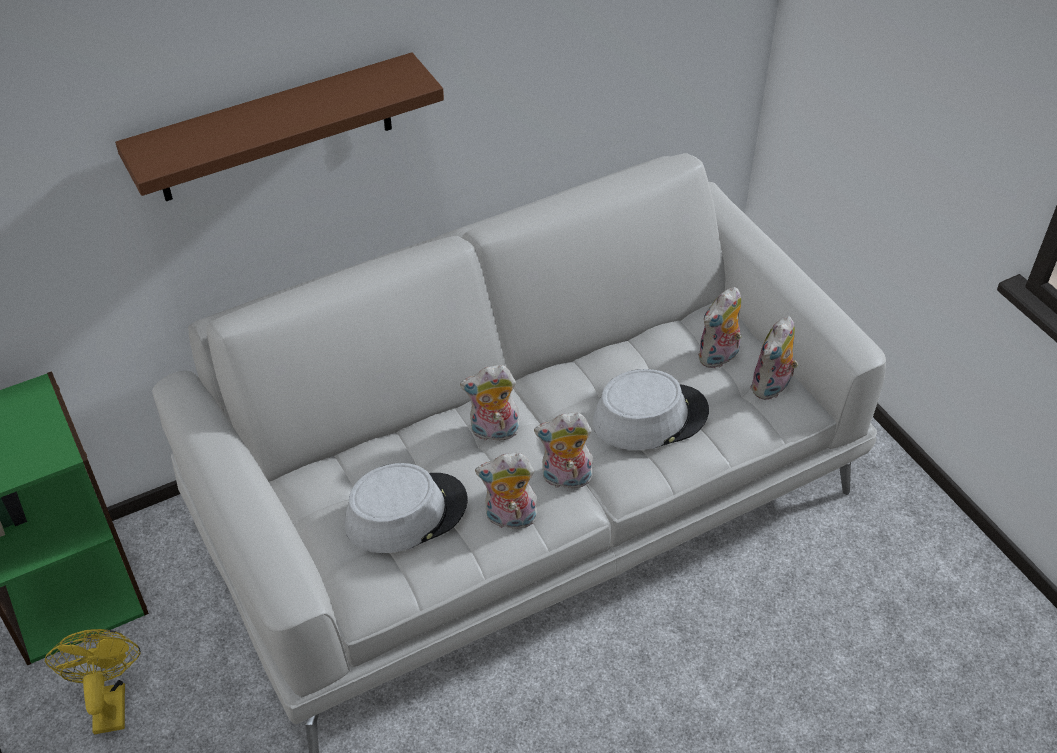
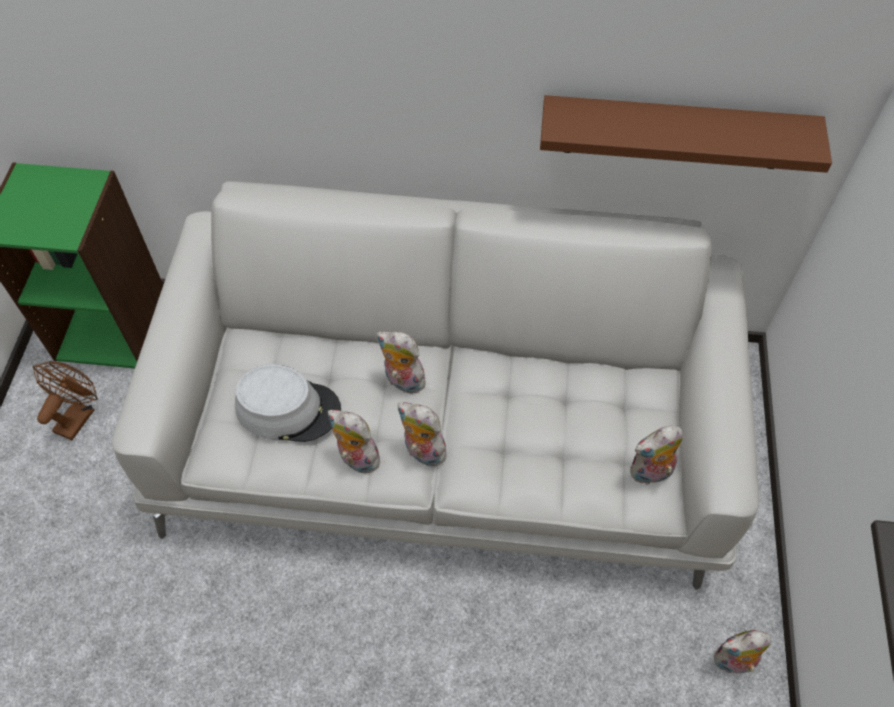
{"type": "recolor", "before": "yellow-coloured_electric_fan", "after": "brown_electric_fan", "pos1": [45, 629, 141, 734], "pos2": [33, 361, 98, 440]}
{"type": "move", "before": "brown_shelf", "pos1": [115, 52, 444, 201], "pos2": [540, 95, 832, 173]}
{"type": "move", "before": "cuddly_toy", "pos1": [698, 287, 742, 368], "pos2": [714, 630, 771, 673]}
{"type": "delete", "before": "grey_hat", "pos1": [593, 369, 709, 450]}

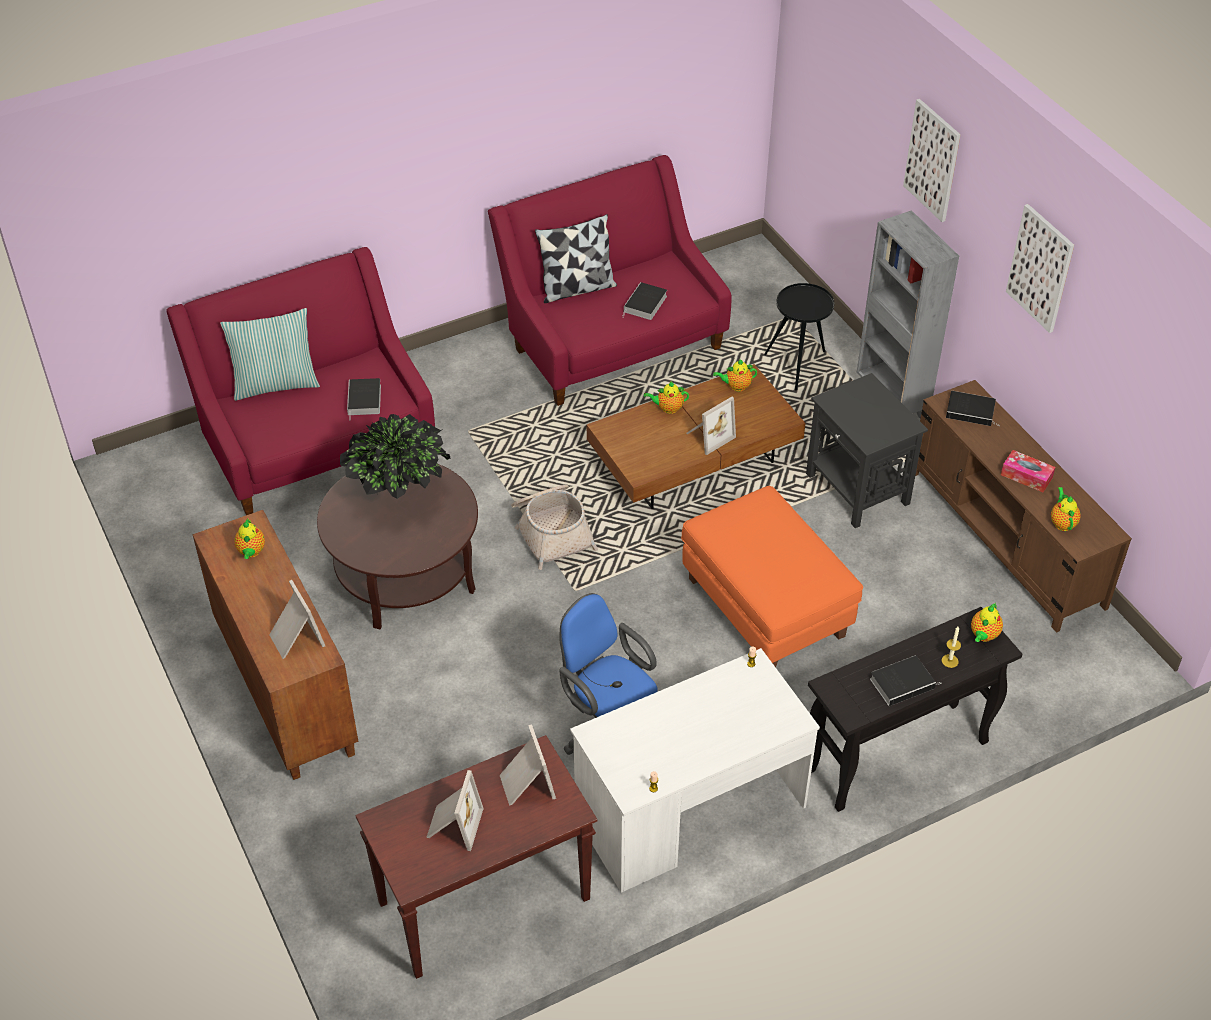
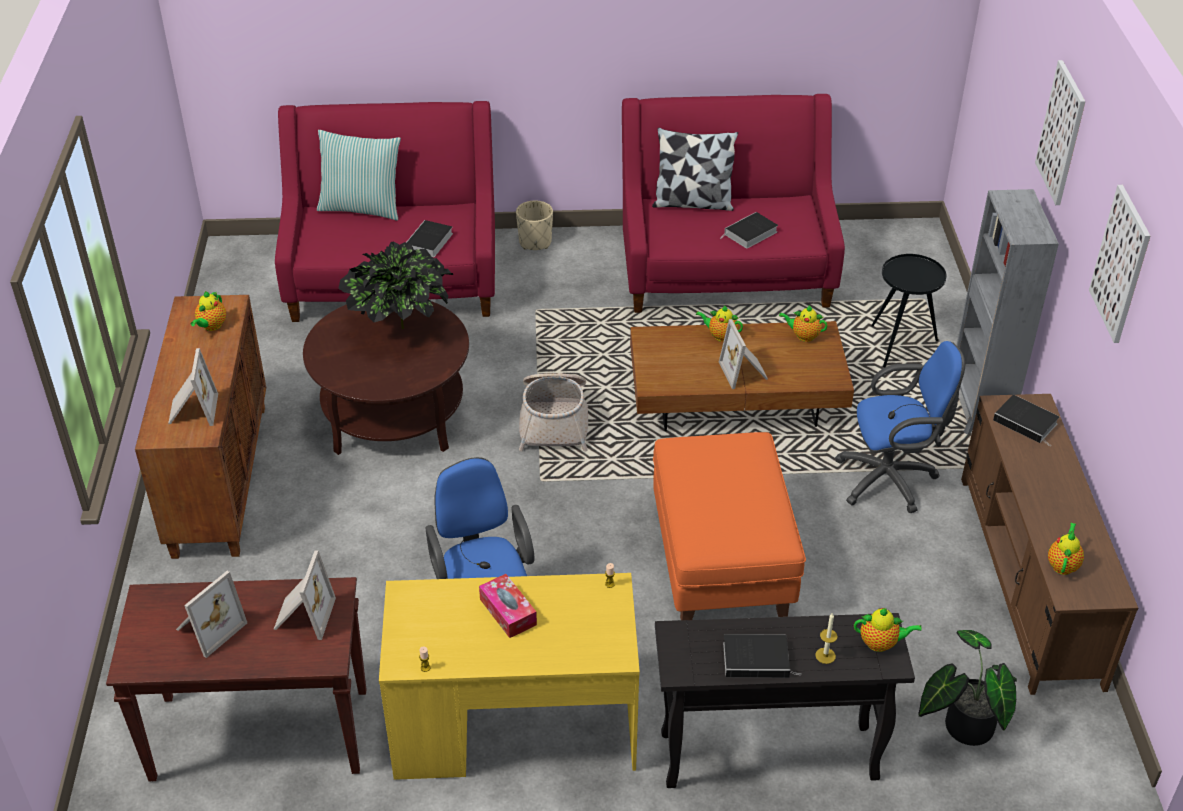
{"type": "recolor", "before": "white-coloured_desk_unit", "after": "yellow-coloured_desk_unit", "pos1": [570, 648, 820, 893], "pos2": [379, 573, 640, 780]}
{"type": "move", "before": "box_of_tissues", "pos1": [1001, 450, 1055, 492], "pos2": [479, 574, 537, 638]}
{"type": "insert", "after": "sand-coloured_planter", "pos2": [516, 201, 553, 250]}
{"type": "rotate", "before": "picture_frame", "pos1": [686, 397, 736, 455], "pos2": [719, 319, 768, 389], "turn": 90}
{"type": "replace", "before": "black_accent_table", "after": "bluish_computer_chair", "pos1": [806, 373, 928, 528], "pos2": [835, 341, 965, 513]}
{"type": "rotate", "before": "teapot", "pos1": [971, 602, 1003, 642], "pos2": [854, 608, 922, 652], "turn": -135}
{"type": "insert", "after": "houseplant", "pos2": [918, 630, 1017, 746]}

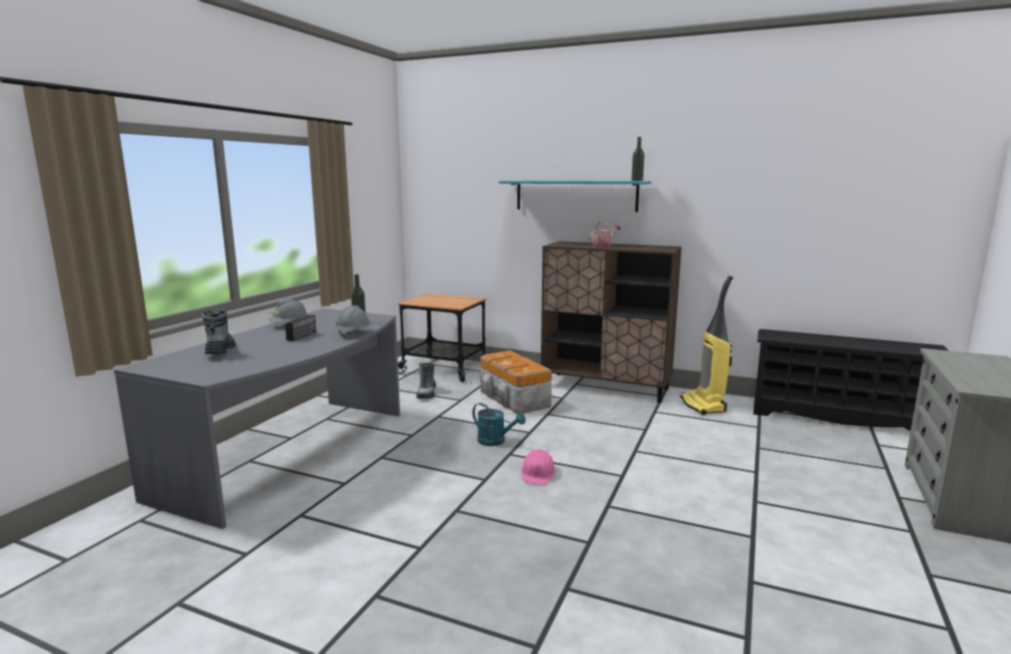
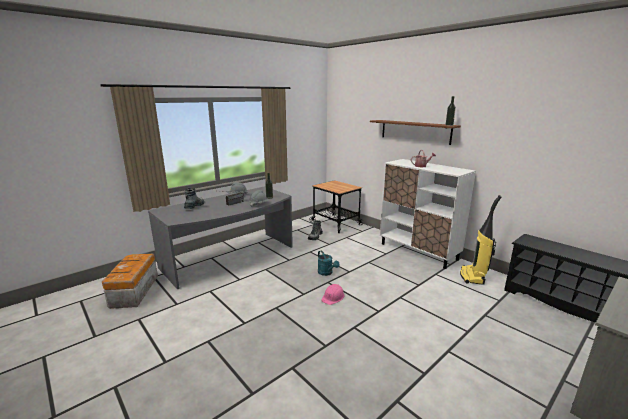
{"type": "move", "before": "storage_bin", "pos1": [480, 351, 552, 414], "pos2": [102, 254, 158, 309]}
{"type": "recolor", "before": "turquoise_shelf", "after": "brown_shelf", "pos1": [499, 181, 651, 212], "pos2": [370, 120, 461, 145]}
{"type": "recolor", "before": "brown_cupboard", "after": "white-coloured_cupboard", "pos1": [541, 241, 682, 403], "pos2": [380, 159, 476, 269]}

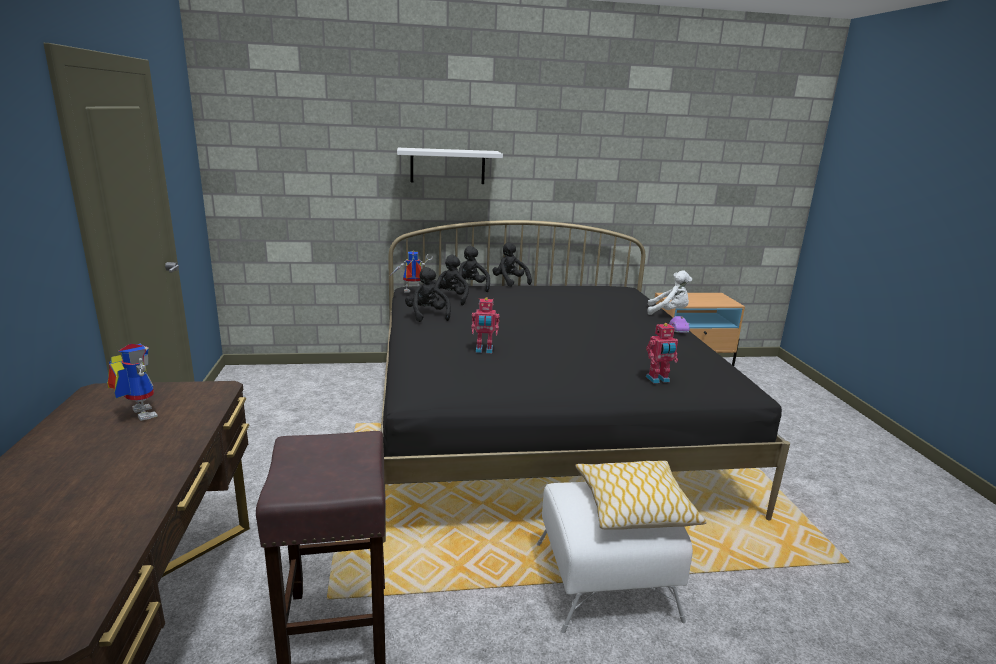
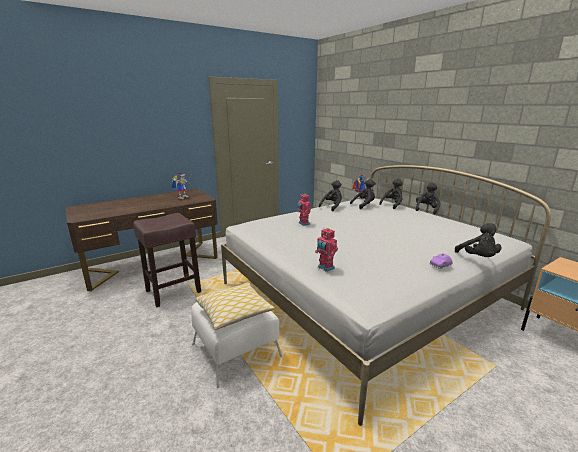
{"type": "recolor", "before": "black_bedroom_bed", "after": "white-coloured_bedroom_bed", "pos1": [381, 220, 790, 543], "pos2": [221, 165, 551, 426]}
{"type": "recolor", "before": "white-coloured_cuddly_toy", "after": "black_cuddly_toy", "pos1": [647, 271, 692, 315], "pos2": [455, 223, 502, 257]}
{"type": "delete", "before": "white-coloured_shelf", "pos1": [397, 148, 503, 184]}

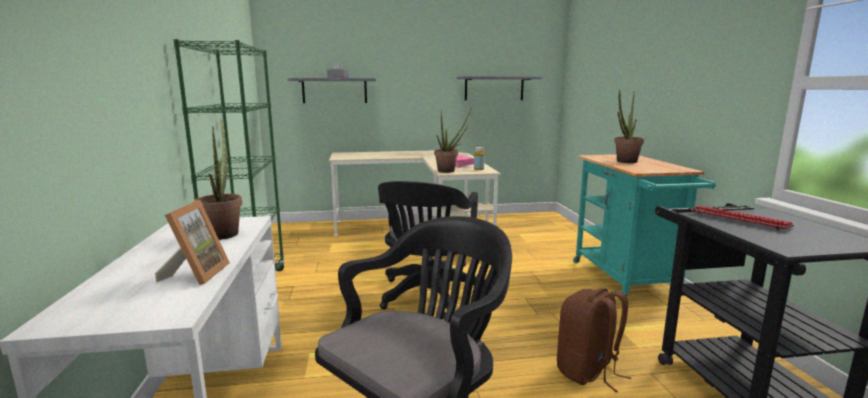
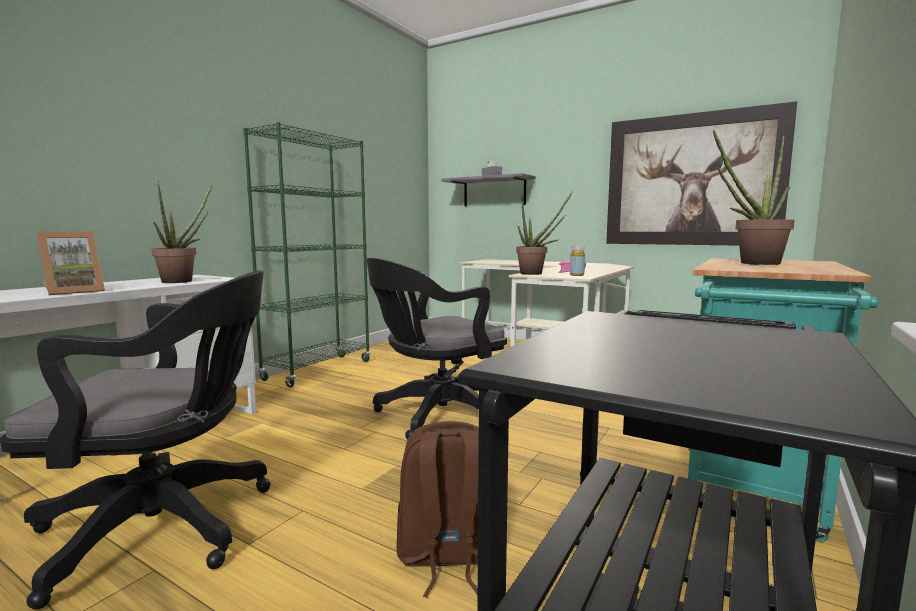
{"type": "replace", "before": "grey_shelf", "after": "picture", "pos1": [457, 76, 542, 101], "pos2": [606, 101, 797, 246]}
{"type": "delete", "before": "computer_keyboard", "pos1": [691, 206, 794, 230]}

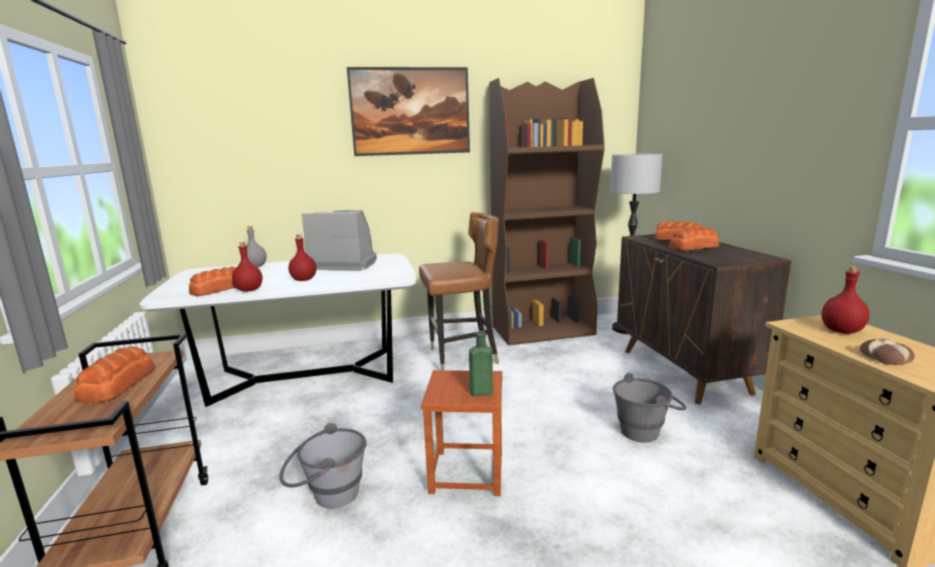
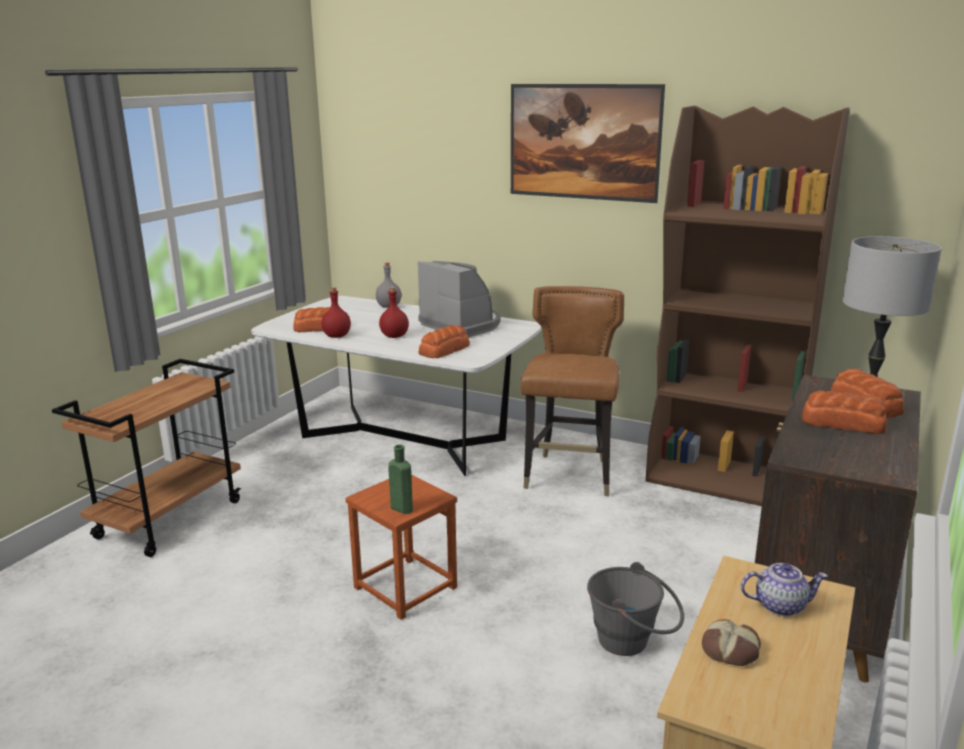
{"type": "move", "before": "baked_bread", "pos1": [74, 346, 155, 403], "pos2": [418, 325, 470, 358]}
{"type": "rotate", "before": "brown_upright_chair", "pos1": [419, 212, 499, 370], "pos2": [521, 286, 624, 497], "turn": -105}
{"type": "replace", "before": "red-coloured_bottle", "after": "teapot", "pos1": [822, 266, 869, 334], "pos2": [741, 563, 828, 616]}
{"type": "delete", "before": "grey_bucket", "pos1": [279, 423, 366, 508]}

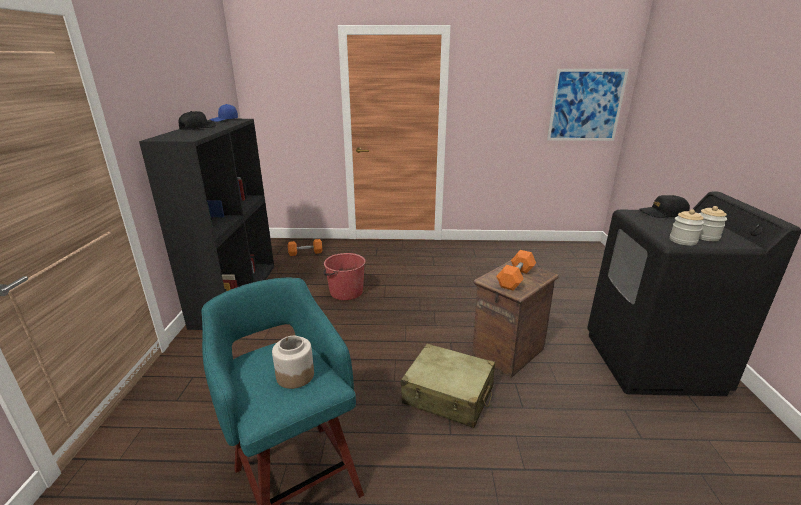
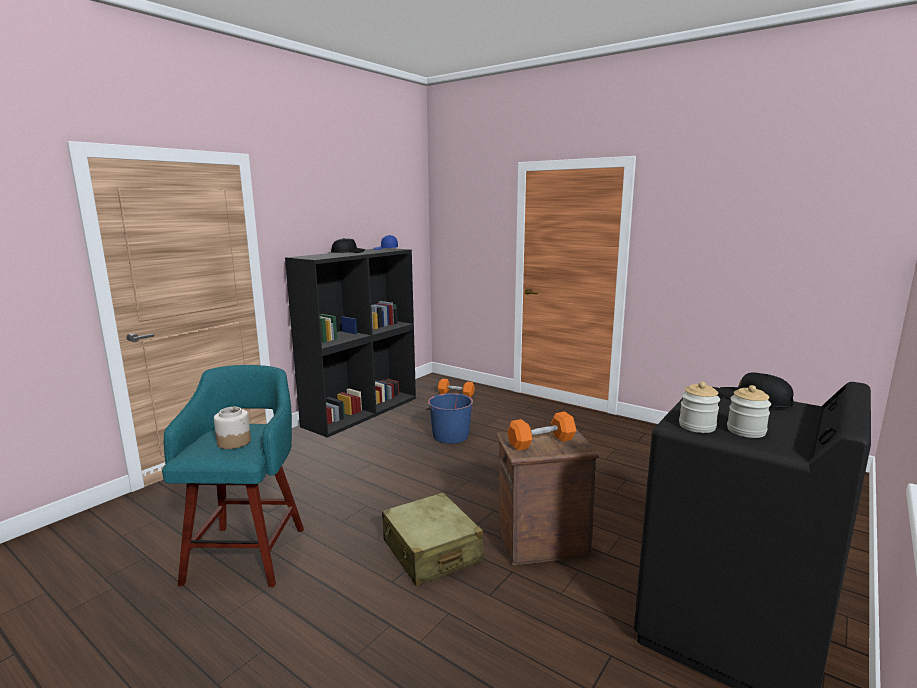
{"type": "recolor", "before": "red-coloured_bucket", "after": "bluish_bucket", "pos1": [324, 253, 366, 300], "pos2": [426, 393, 473, 444]}
{"type": "delete", "before": "picture", "pos1": [547, 69, 629, 141]}

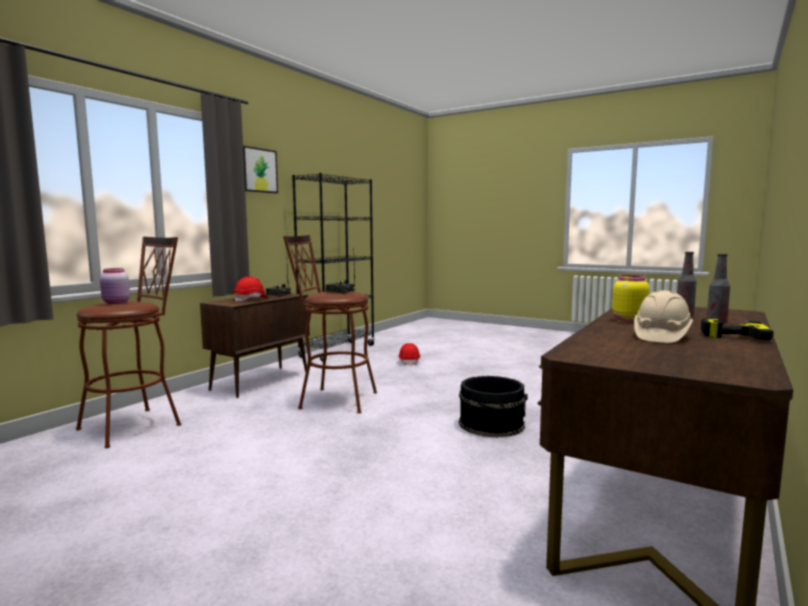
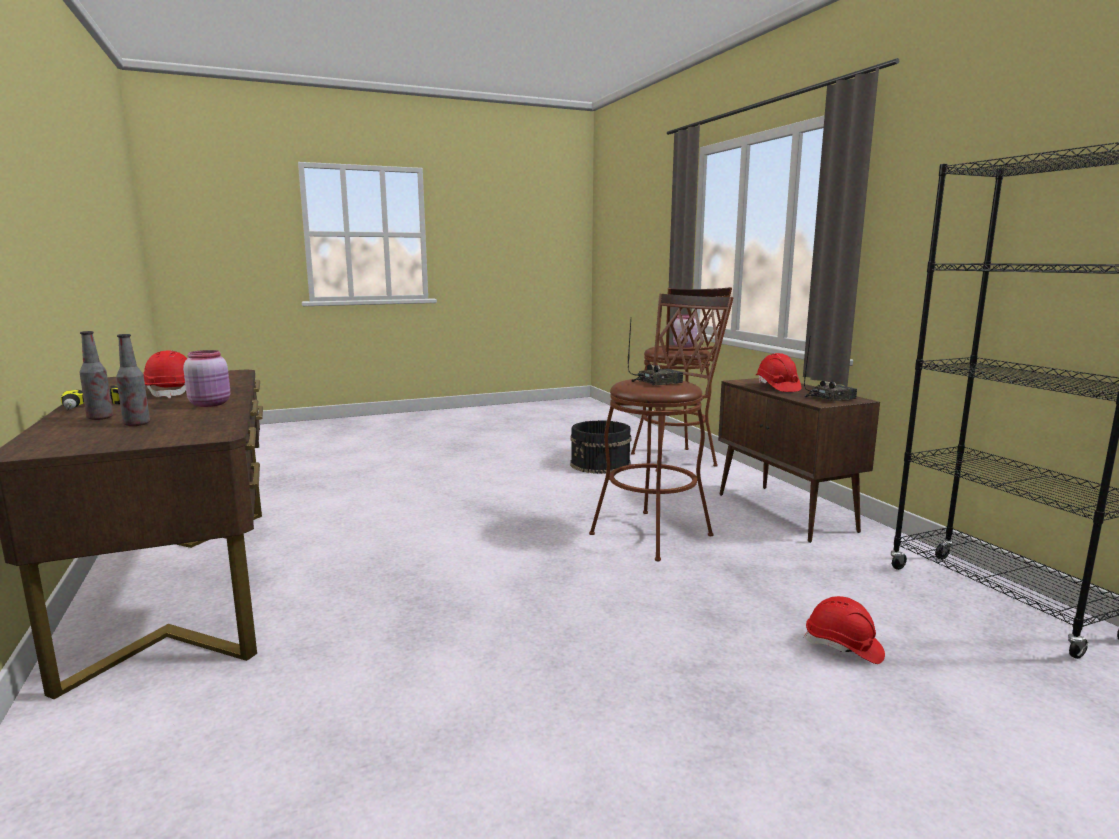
{"type": "recolor", "before": "sand-coloured_work_helmet", "after": "red-coloured_work_helmet", "pos1": [634, 291, 693, 343], "pos2": [143, 351, 187, 399]}
{"type": "recolor", "before": "yellow-coloured_preserve_jar", "after": "pink-coloured_preserve_jar", "pos1": [612, 275, 650, 322], "pos2": [183, 350, 230, 407]}
{"type": "move", "before": "black_bucket", "pos1": [459, 376, 527, 438], "pos2": [570, 420, 632, 474]}
{"type": "delete", "before": "picture", "pos1": [243, 146, 278, 193]}

